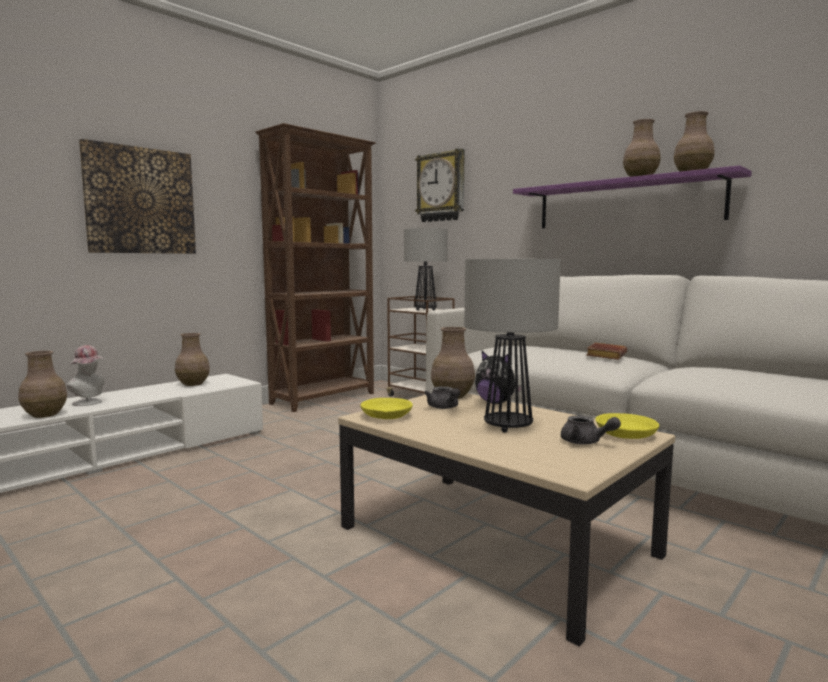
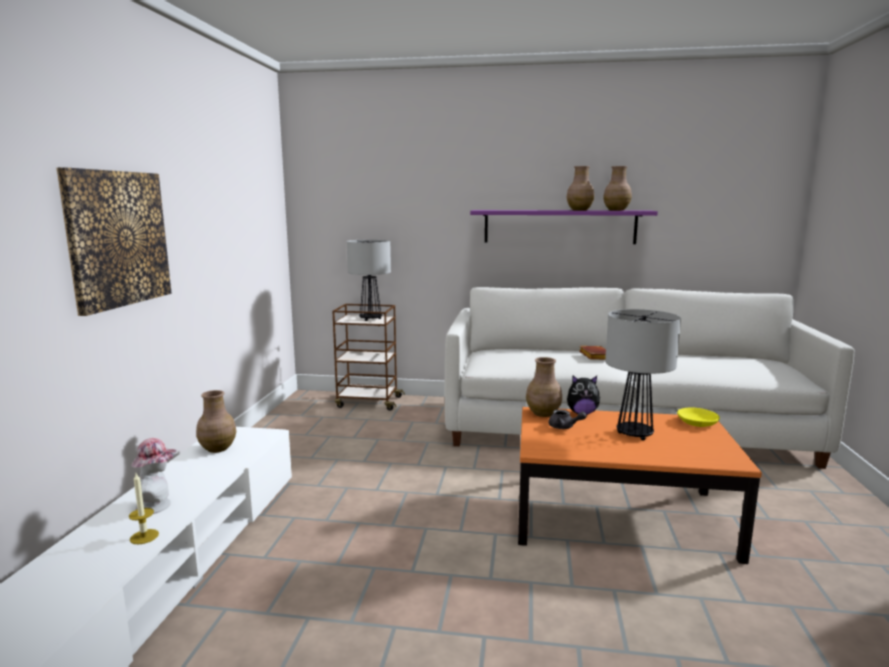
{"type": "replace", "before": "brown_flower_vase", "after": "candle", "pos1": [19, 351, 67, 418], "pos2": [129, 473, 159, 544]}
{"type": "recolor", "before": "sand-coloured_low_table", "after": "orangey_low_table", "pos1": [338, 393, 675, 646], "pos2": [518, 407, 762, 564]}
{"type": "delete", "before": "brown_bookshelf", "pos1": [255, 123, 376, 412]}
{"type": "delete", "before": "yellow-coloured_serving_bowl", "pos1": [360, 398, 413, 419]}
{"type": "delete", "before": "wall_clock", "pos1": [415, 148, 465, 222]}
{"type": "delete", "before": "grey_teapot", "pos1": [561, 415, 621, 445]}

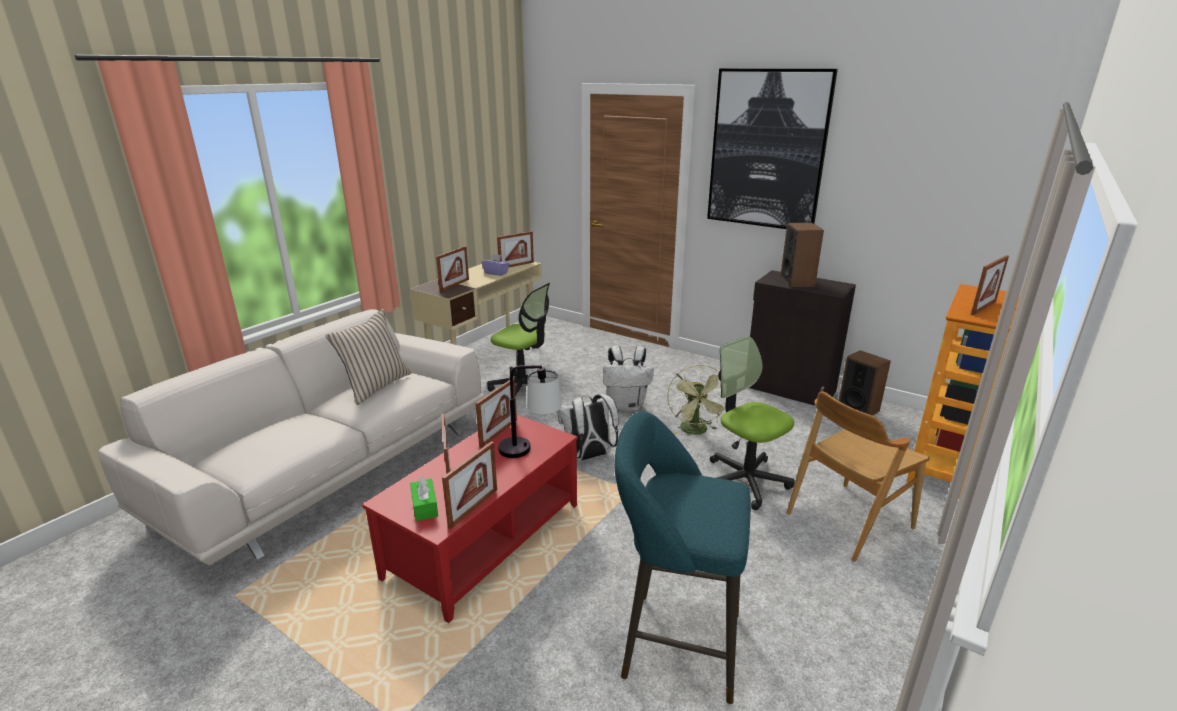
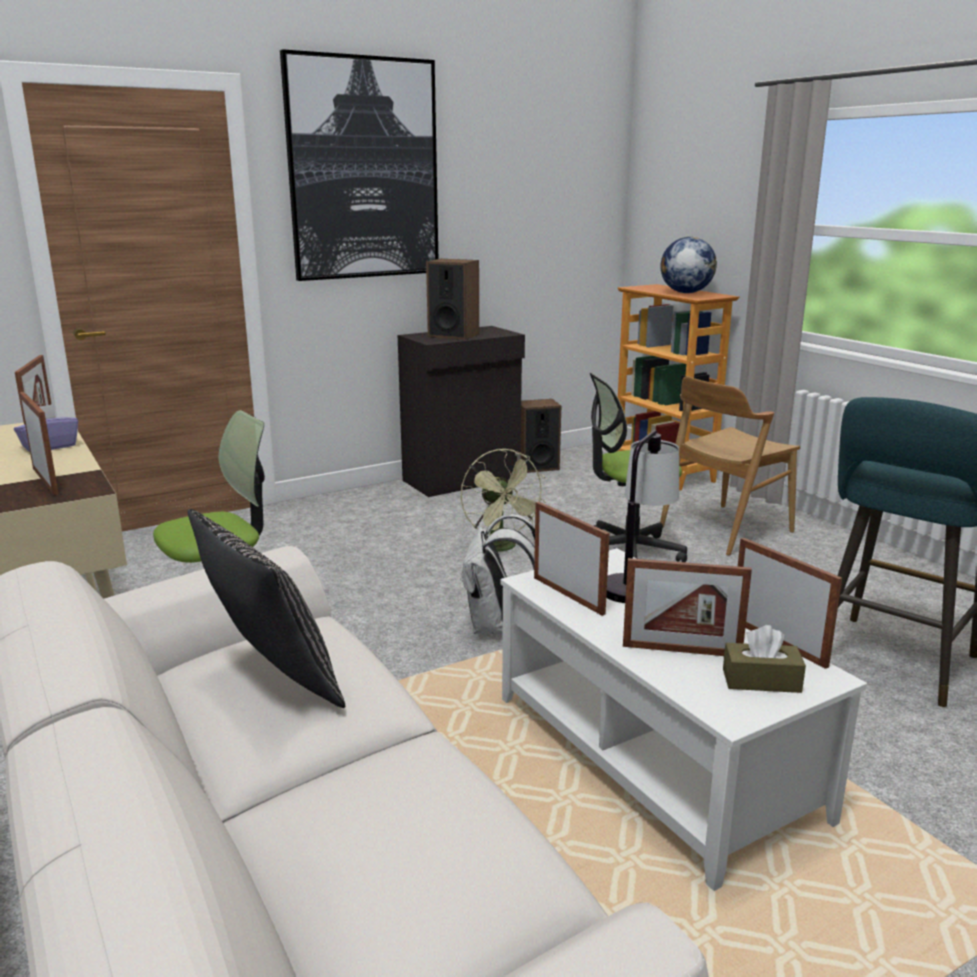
{"type": "recolor", "before": "sand-coloured_cushion", "after": "black_cushion", "pos1": [325, 309, 411, 405], "pos2": [187, 509, 345, 708]}
{"type": "rotate", "before": "green-coloured_electric_fan", "pos1": [667, 365, 725, 435], "pos2": [461, 449, 546, 552], "turn": 45}
{"type": "recolor", "before": "red-coloured_low_table", "after": "white-coloured_low_table", "pos1": [362, 415, 578, 623], "pos2": [501, 548, 867, 891]}
{"type": "replace", "before": "picture_frame", "after": "world_globe", "pos1": [971, 255, 1009, 315], "pos2": [660, 237, 717, 293]}
{"type": "rotate", "before": "brown_upright_chair", "pos1": [787, 391, 930, 562], "pos2": [660, 376, 800, 556], "turn": 60}
{"type": "recolor", "before": "green-coloured_box_of_tissues", "after": "brown_box_of_tissues", "pos1": [410, 476, 438, 521], "pos2": [723, 625, 806, 693]}
{"type": "delete", "before": "white-coloured_backpack", "pos1": [603, 346, 654, 411]}

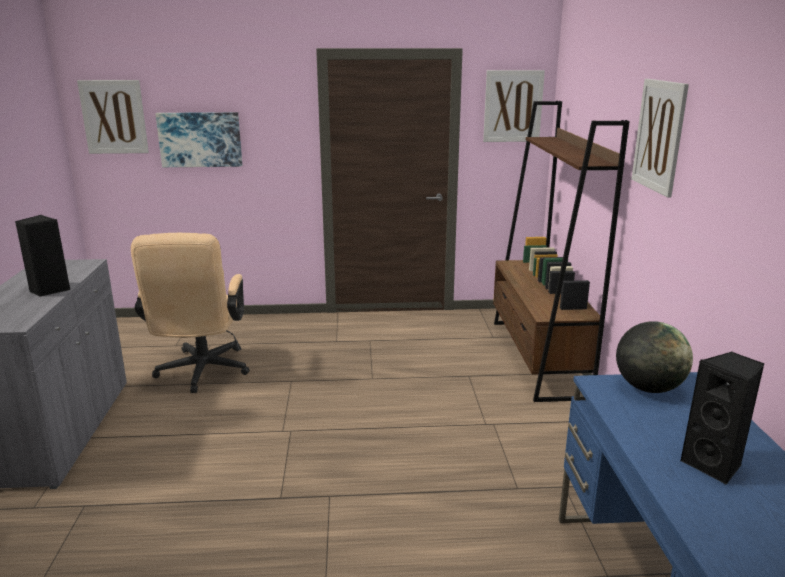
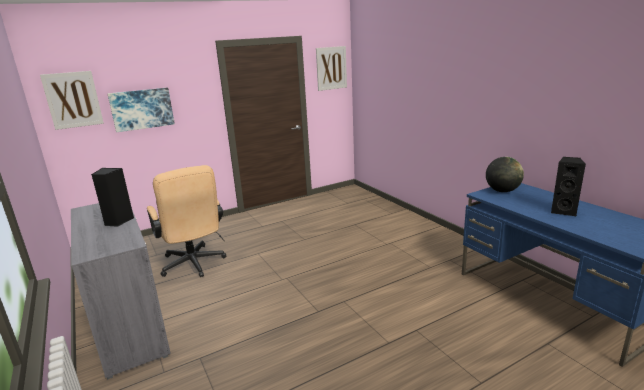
{"type": "delete", "before": "brown_bookshelf", "pos1": [493, 101, 630, 402]}
{"type": "delete", "before": "picture", "pos1": [632, 79, 689, 197]}

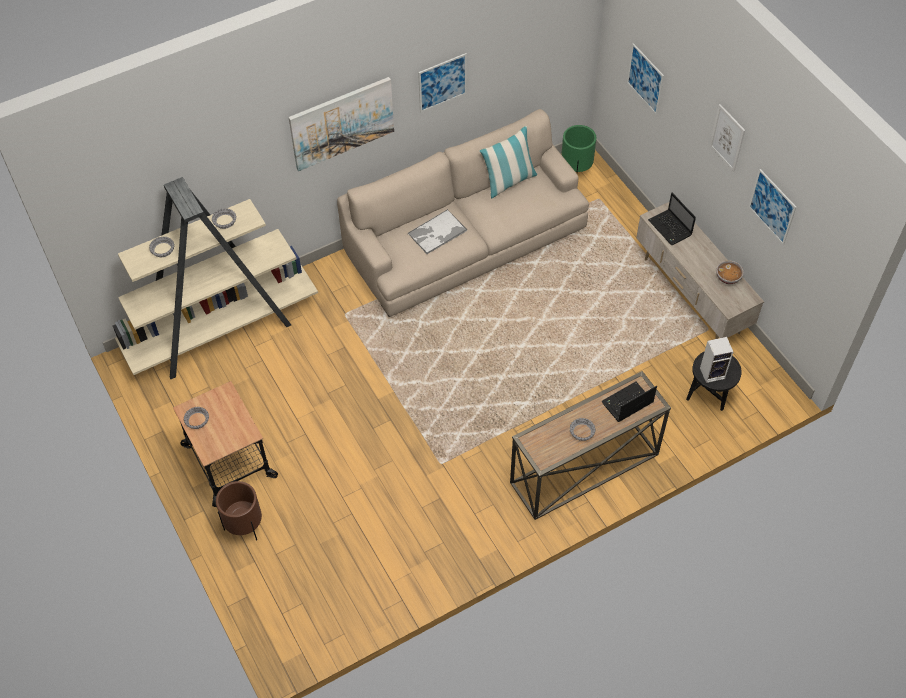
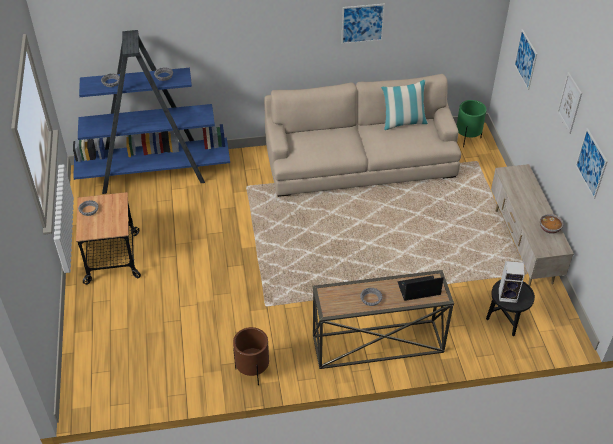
{"type": "recolor", "before": "sand-coloured_bookshelf", "after": "bluish_bookshelf", "pos1": [113, 177, 318, 379], "pos2": [73, 30, 230, 194]}
{"type": "move", "before": "brown_planter", "pos1": [216, 481, 262, 541], "pos2": [233, 327, 269, 385]}
{"type": "delete", "before": "picture", "pos1": [288, 77, 394, 171]}
{"type": "delete", "before": "serving_tray", "pos1": [408, 209, 467, 255]}
{"type": "delete", "before": "laptop", "pos1": [648, 193, 696, 245]}

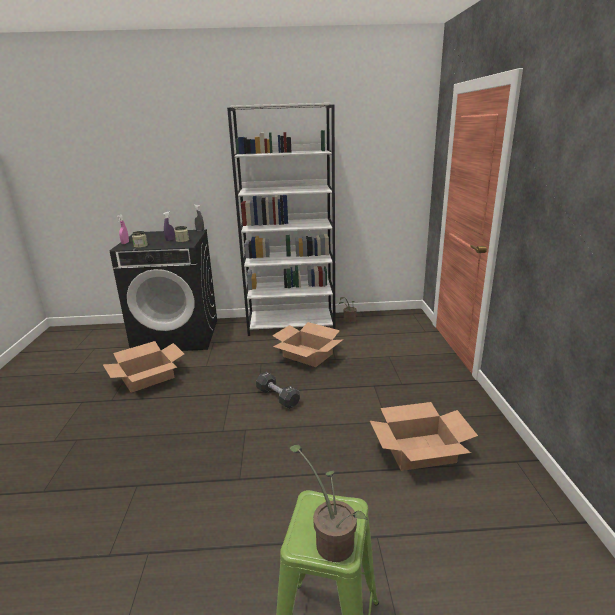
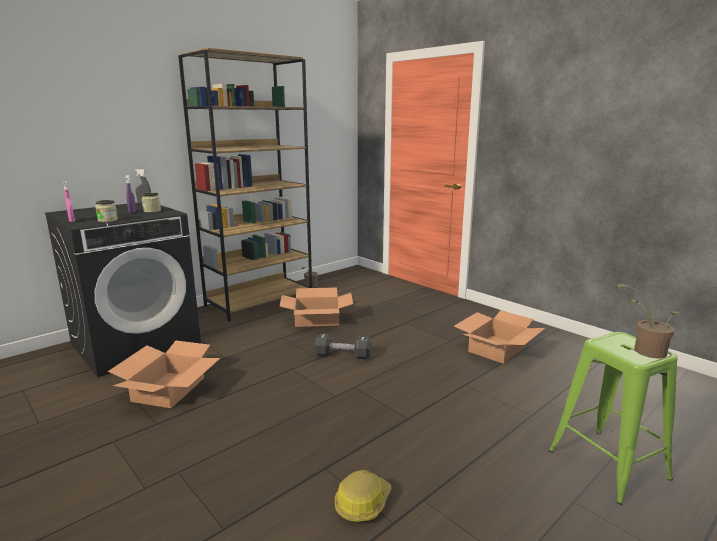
{"type": "recolor", "before": "white-coloured_bookshelf", "after": "brown_bookshelf", "pos1": [227, 103, 335, 336], "pos2": [178, 48, 312, 322]}
{"type": "insert", "after": "work_helmet", "pos2": [334, 470, 392, 523]}

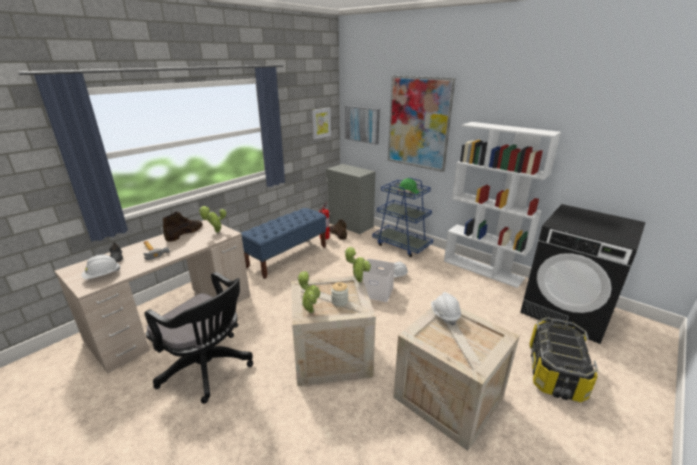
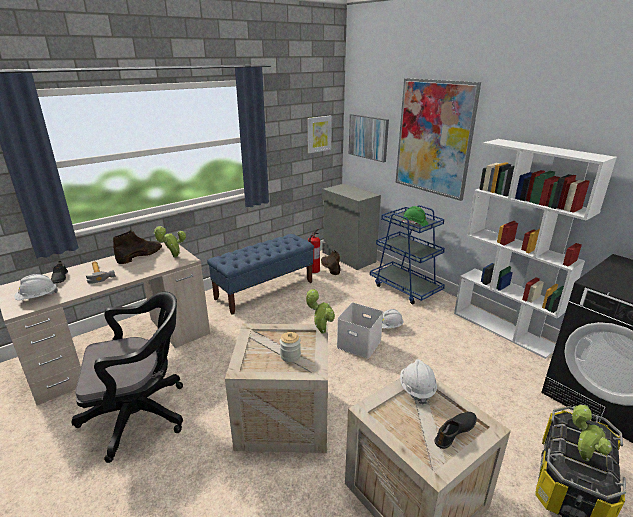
{"type": "rotate", "before": "black_computer_chair", "pos1": [144, 272, 253, 404], "pos2": [72, 292, 183, 463], "turn": -60}
{"type": "insert", "after": "black_low_shoe", "pos2": [434, 412, 477, 449]}
{"type": "move", "before": "houseplant", "pos1": [298, 271, 321, 313], "pos2": [572, 404, 612, 461]}

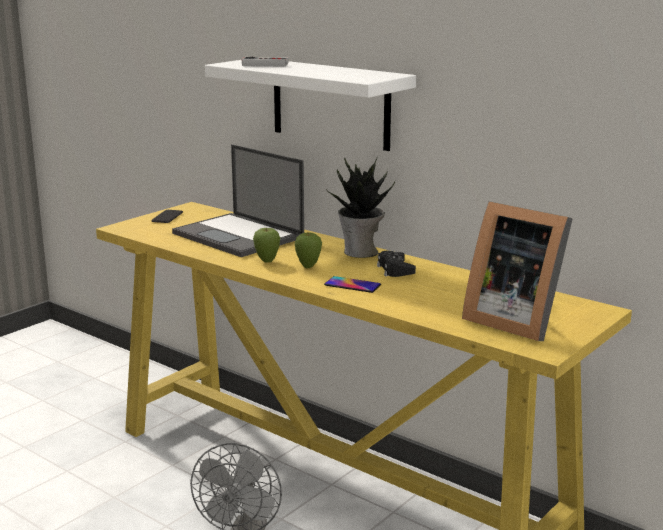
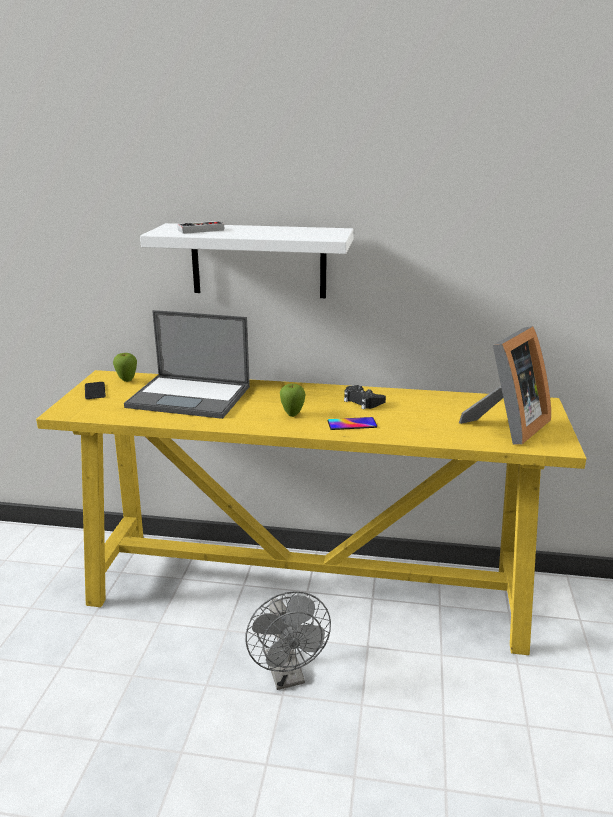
{"type": "move", "before": "whole_apple", "pos1": [253, 227, 280, 262], "pos2": [113, 353, 137, 382]}
{"type": "rotate", "before": "picture_frame", "pos1": [462, 201, 573, 341], "pos2": [459, 326, 551, 445], "turn": -60}
{"type": "delete", "before": "houseplant", "pos1": [326, 158, 395, 258]}

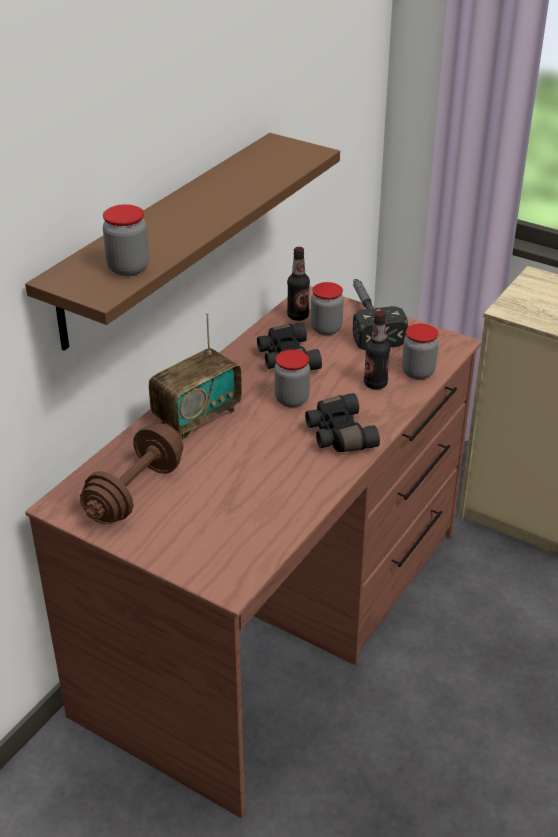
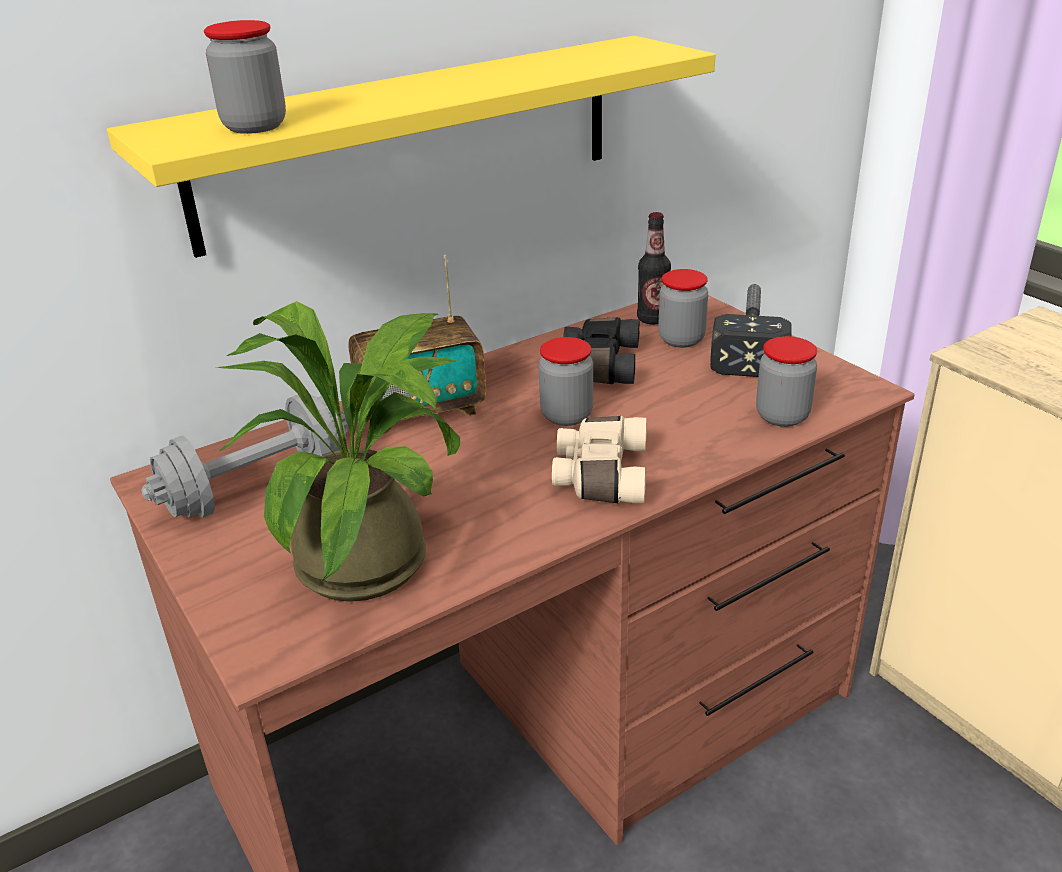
{"type": "recolor", "before": "brown_shelf", "after": "yellow-coloured_shelf", "pos1": [25, 133, 340, 351], "pos2": [107, 36, 716, 258]}
{"type": "recolor", "before": "brown_dumbbell", "after": "grey_dumbbell", "pos1": [80, 424, 183, 524], "pos2": [141, 395, 348, 517]}
{"type": "insert", "after": "houseplant", "pos2": [217, 301, 460, 602]}
{"type": "recolor", "before": "black_binoculars", "after": "sand-coloured_binoculars", "pos1": [305, 393, 380, 452], "pos2": [552, 416, 647, 503]}
{"type": "delete", "before": "bottle", "pos1": [364, 311, 390, 389]}

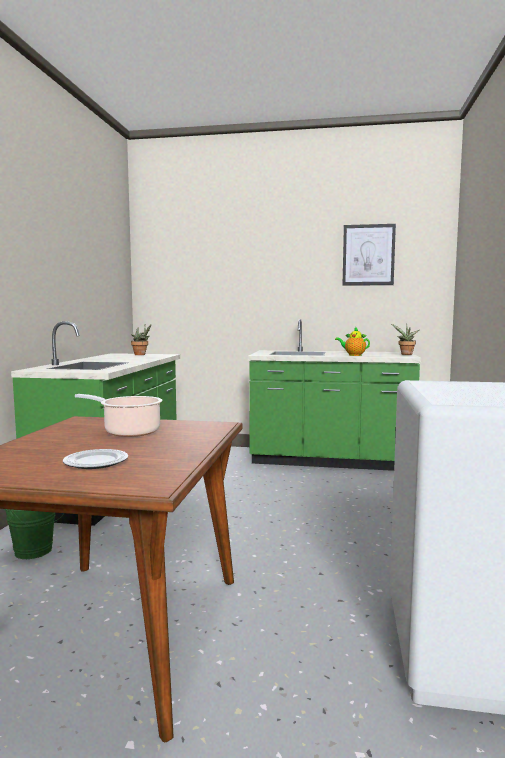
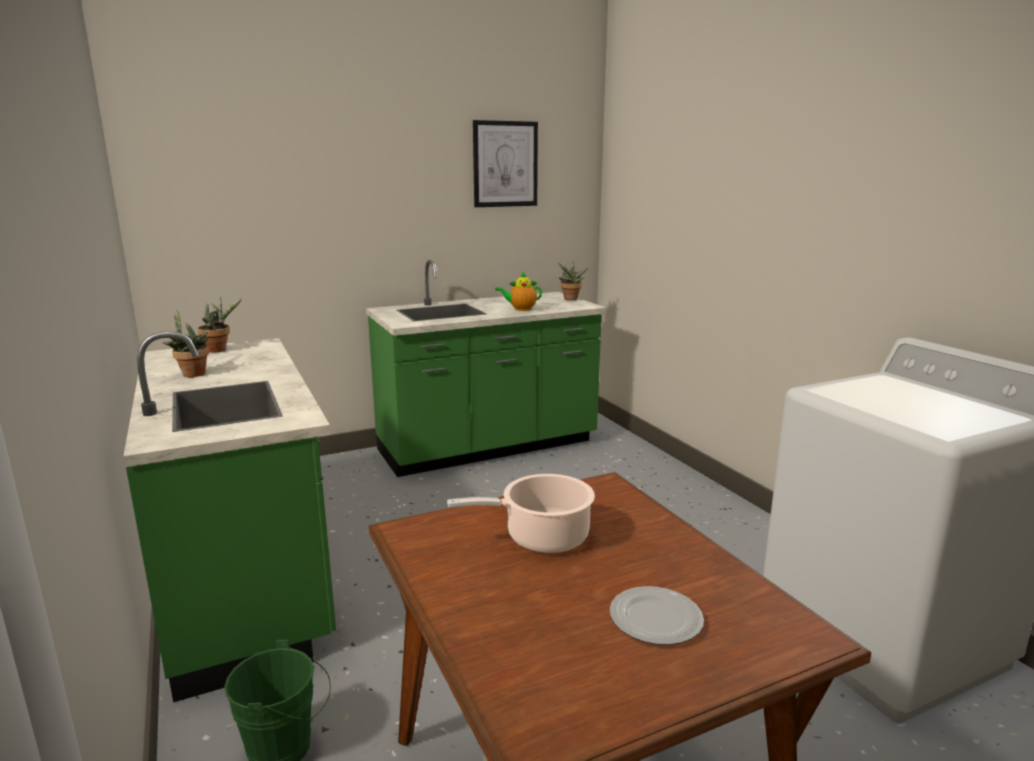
{"type": "insert", "after": "houseplant", "pos2": [162, 309, 209, 377]}

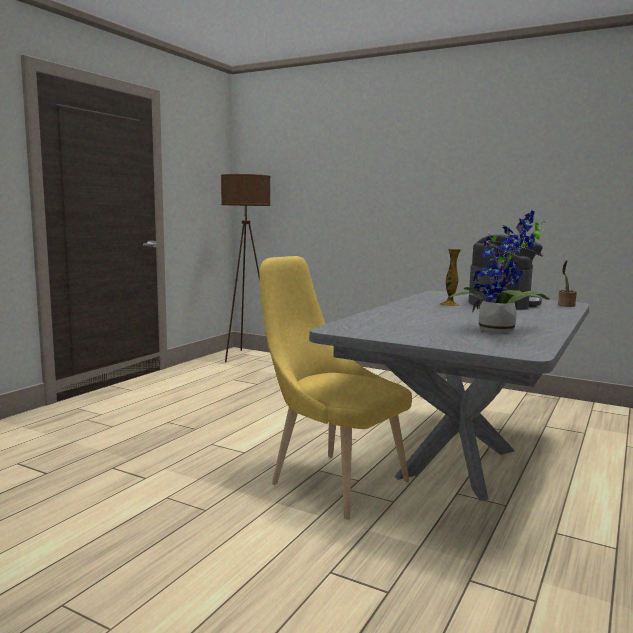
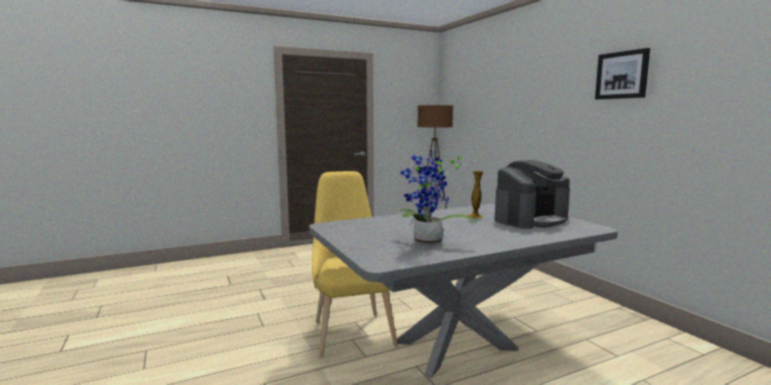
{"type": "insert", "after": "picture", "pos2": [595, 48, 650, 100]}
{"type": "delete", "before": "houseplant", "pos1": [558, 260, 577, 307]}

